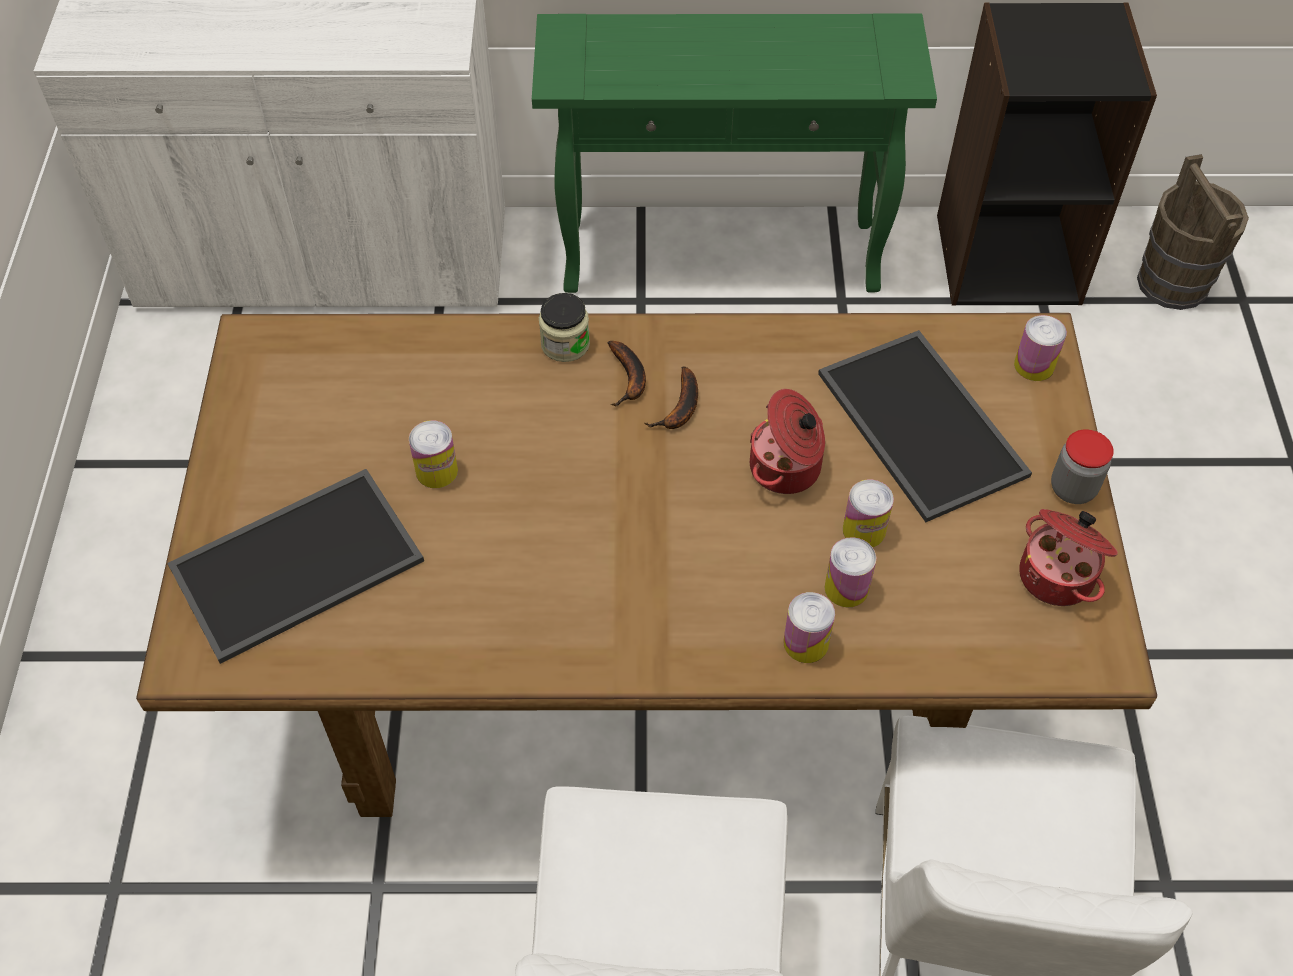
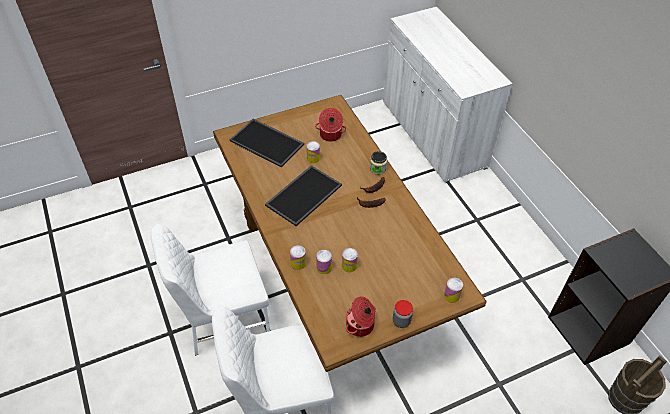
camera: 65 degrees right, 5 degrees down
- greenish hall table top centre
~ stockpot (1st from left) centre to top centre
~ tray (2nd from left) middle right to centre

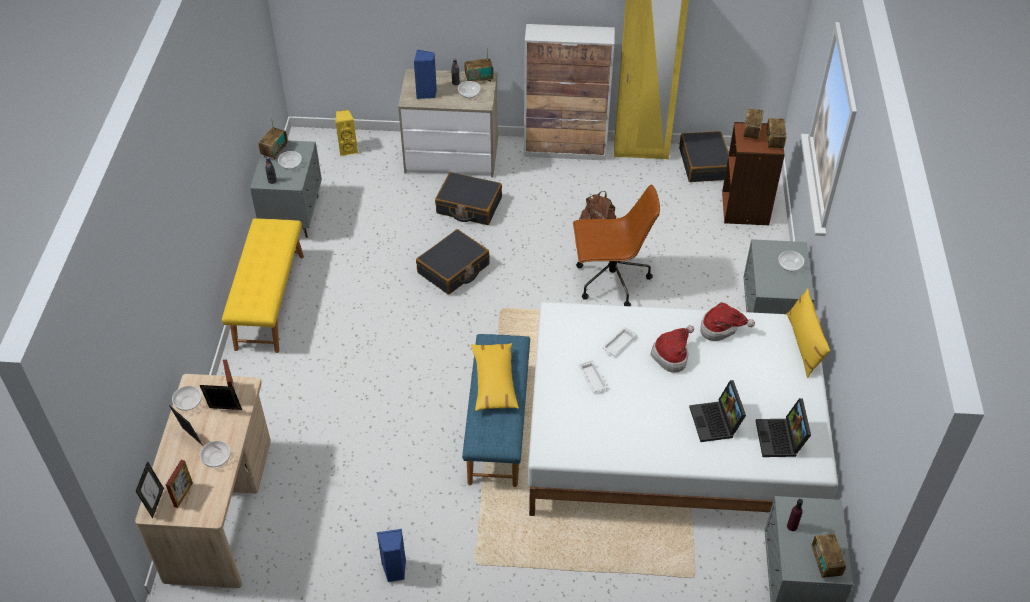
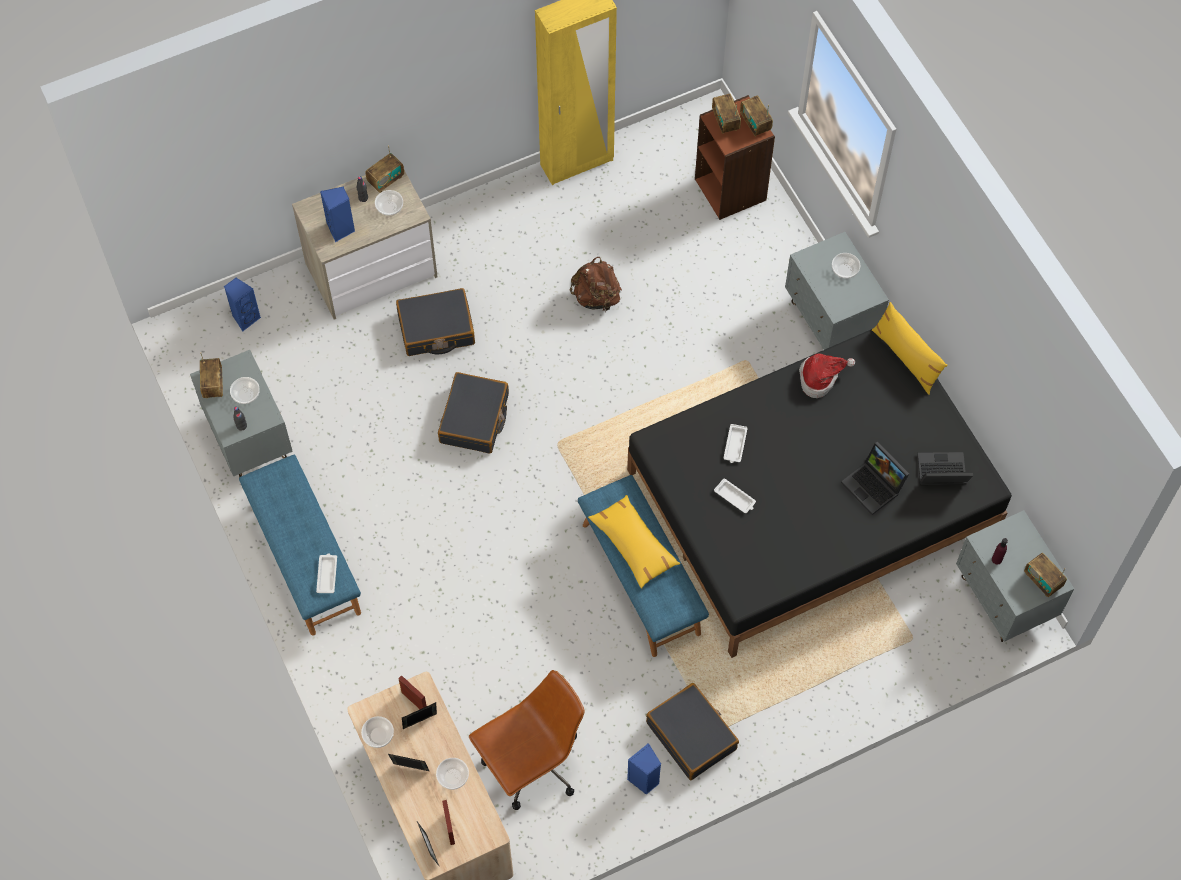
camera: 30 degrees left, 15 degrees up
- storage cabinet top centre
- clothing hat (1st from left) centre
+ white-coloured tray (1st from left) middle left
~ brownish desk chair centre to bottom centre
~ black-coloured piece of luggage (3rd from left) top right to bottom centre
~ yellow long seat middle left to bluish long seat (1st from left) middle left
~ yellow loudspeaker top centre to bluish loudspeaker (1st from left) middle left
~ white-coloured sleeping bed bottom centre to black-coloured sleeping bed middle right
~ laptop (2nd from left) bottom right = middle right 120 degrees clockwise

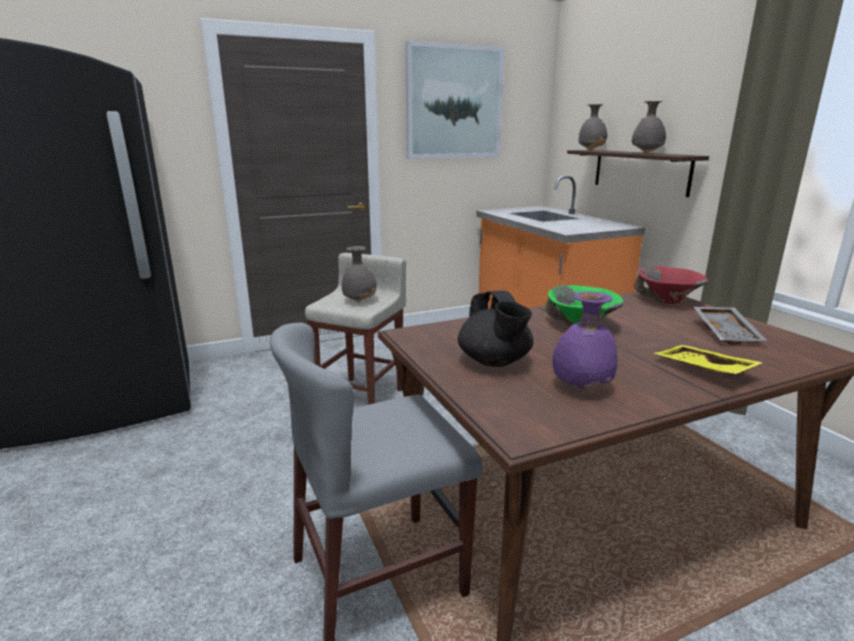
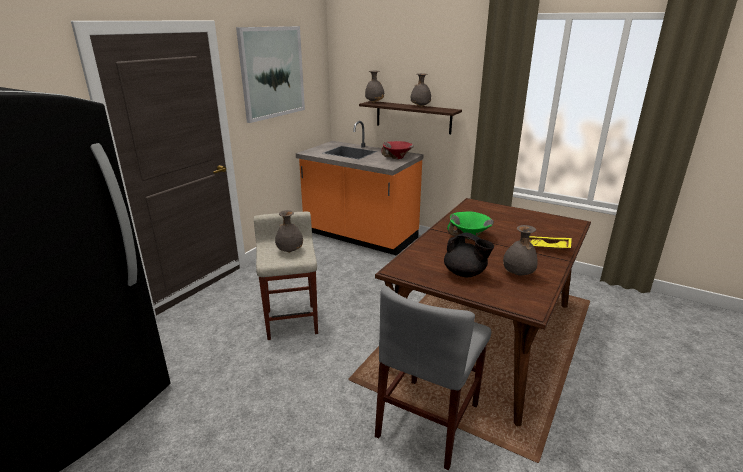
camera: 35 degrees left, 5 degrees up
- grey tray middle right
~ reddish serving bowl middle right to top centre
~ purple flower vase middle right to grey flower vase (4th from left) middle right

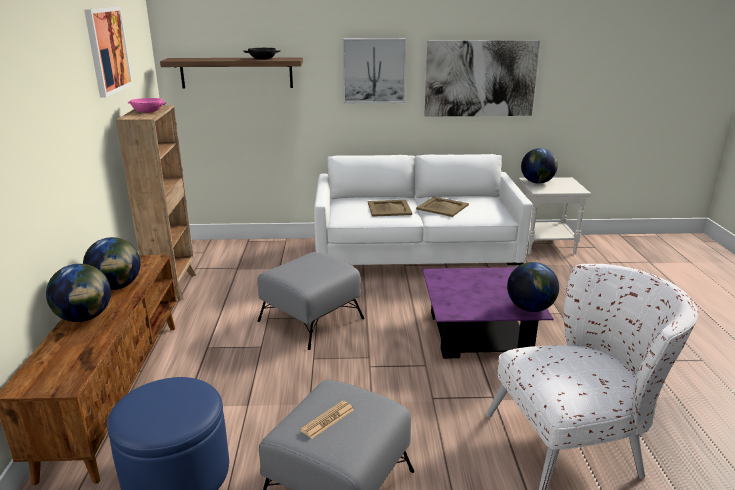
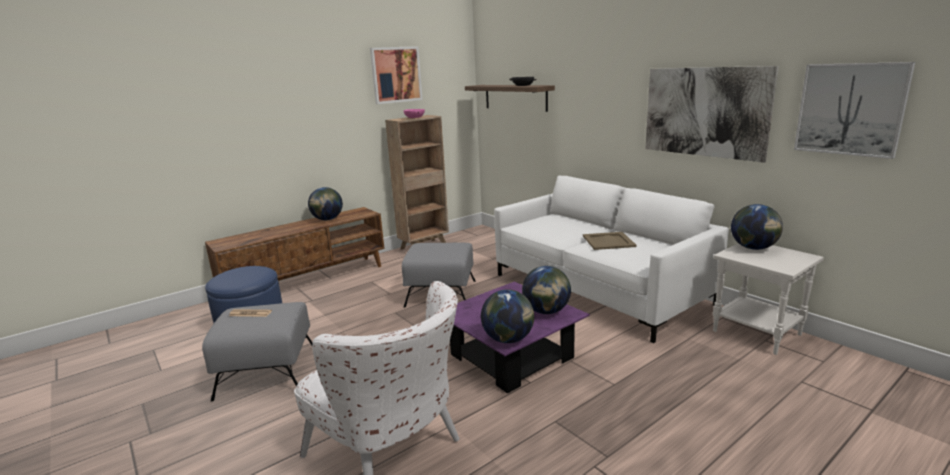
camera: 55 degrees right, 5 degrees down
- beige-coloured tray (1st from left) centre
~ globe (1st from left in the first image) middle left to globe (3rd from left) centre
~ wall picture (2nd from left in the first image) top centre to wall picture (3rd from left) top right

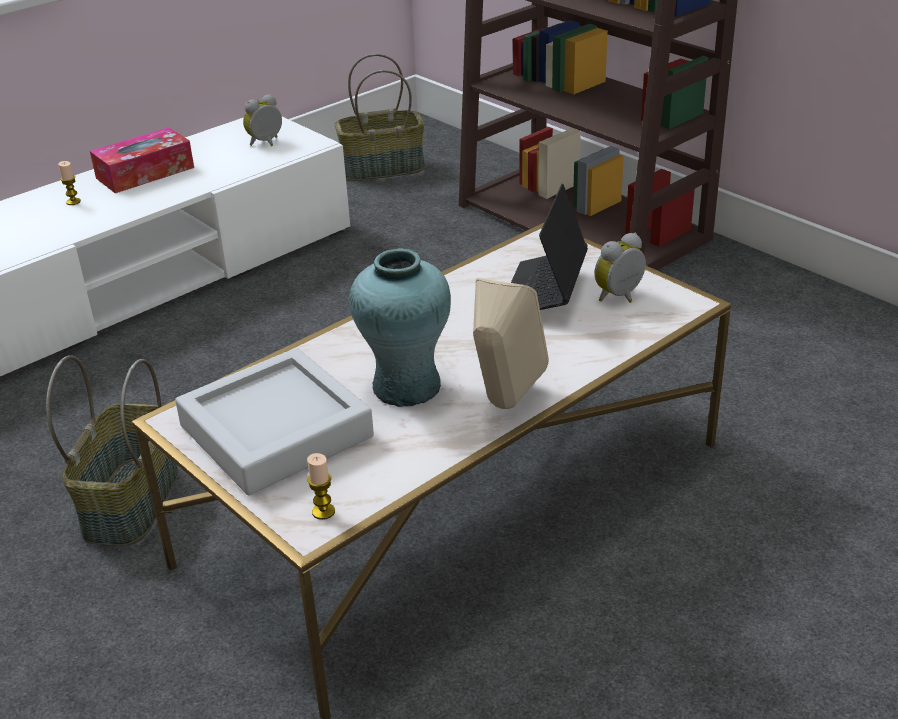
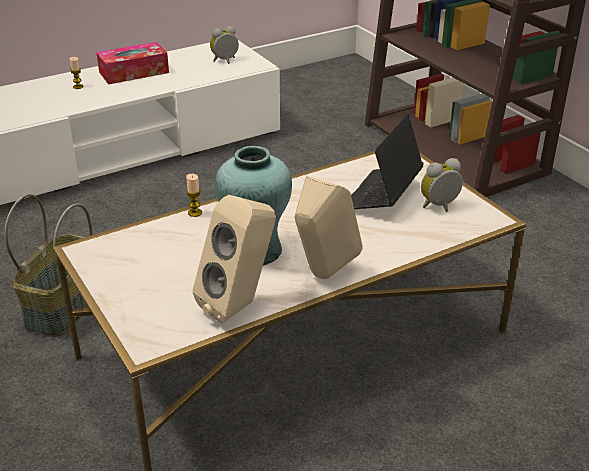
camera: 10 degrees right, 0 degrees up
- grey tray middle left
- household basket (2nd from left) top centre
+ beige-coloured loudspeaker (1st from left) centre
~ wax light (2nd from left) bottom centre to middle left

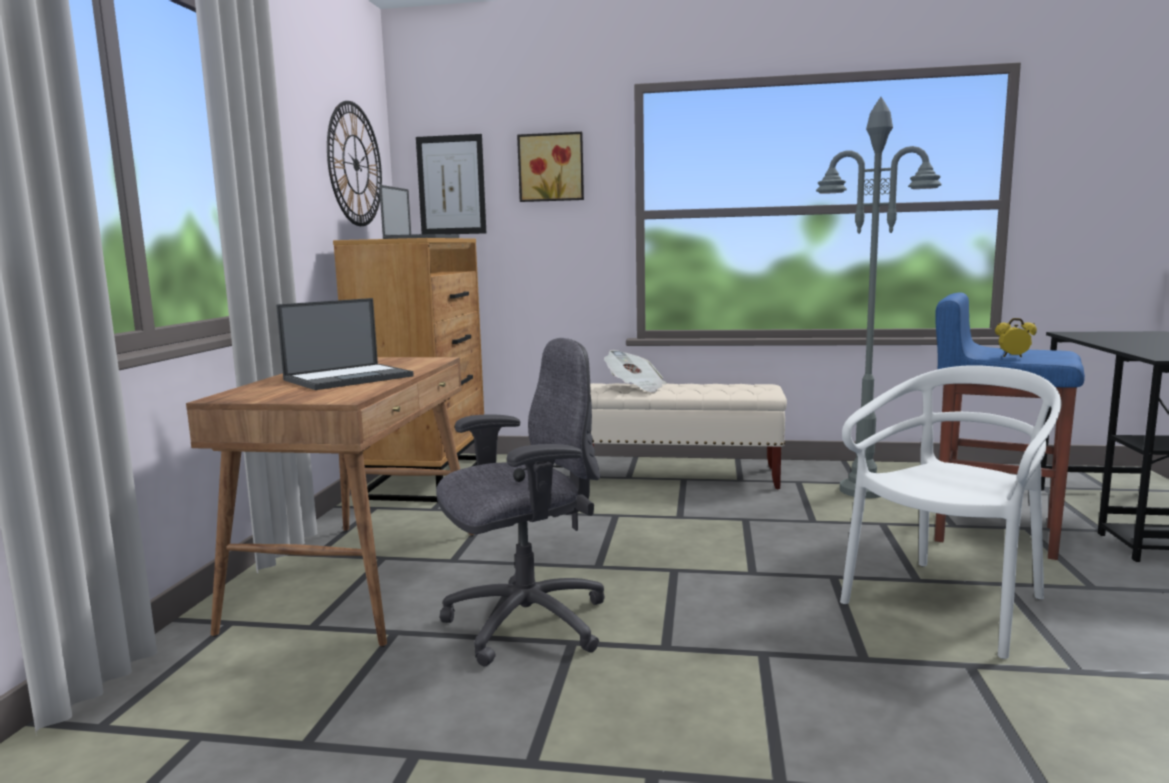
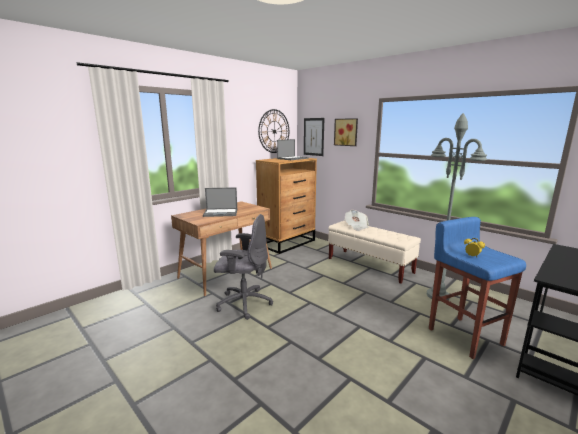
camera: 35 degrees right, 5 degrees up
- white-coloured plain chair middle right

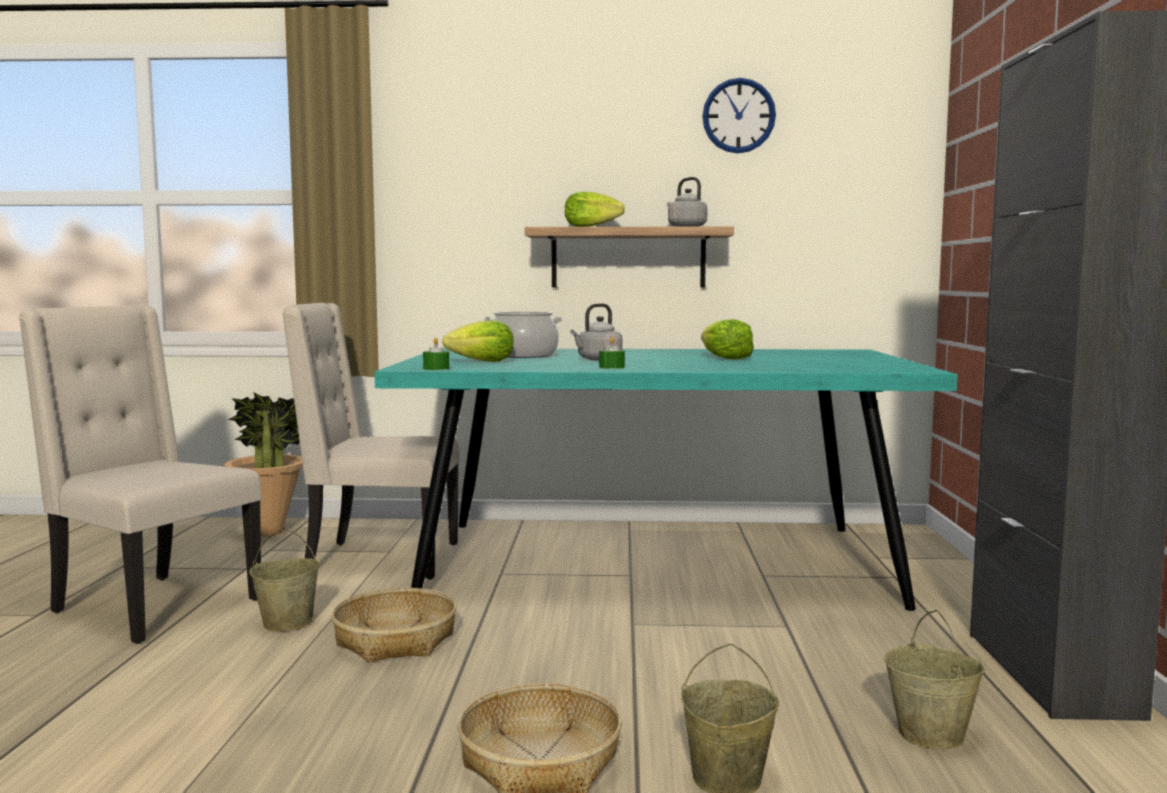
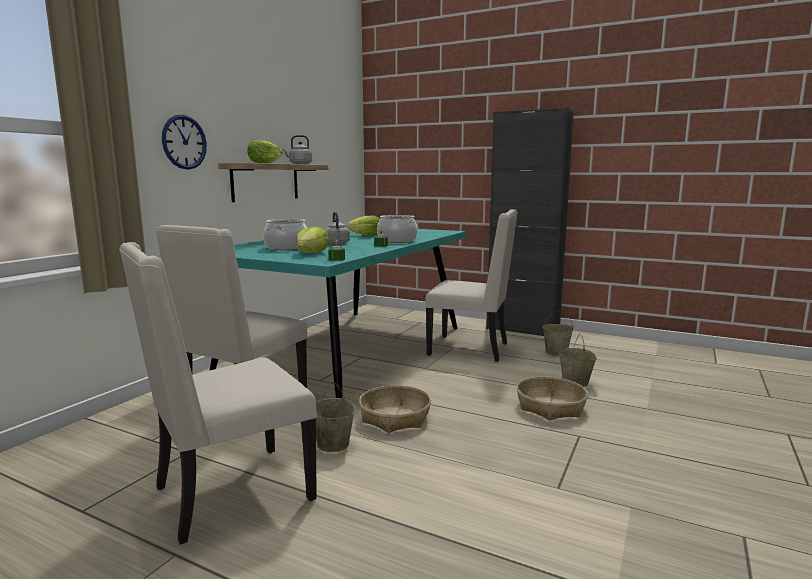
camera: 65 degrees left, 5 degrees up
- potted plant middle left
+ stockpot (2nd from left) centre
+ beige-coloured plain chair (3rd from left) centre
~ wall clock top centre to top left

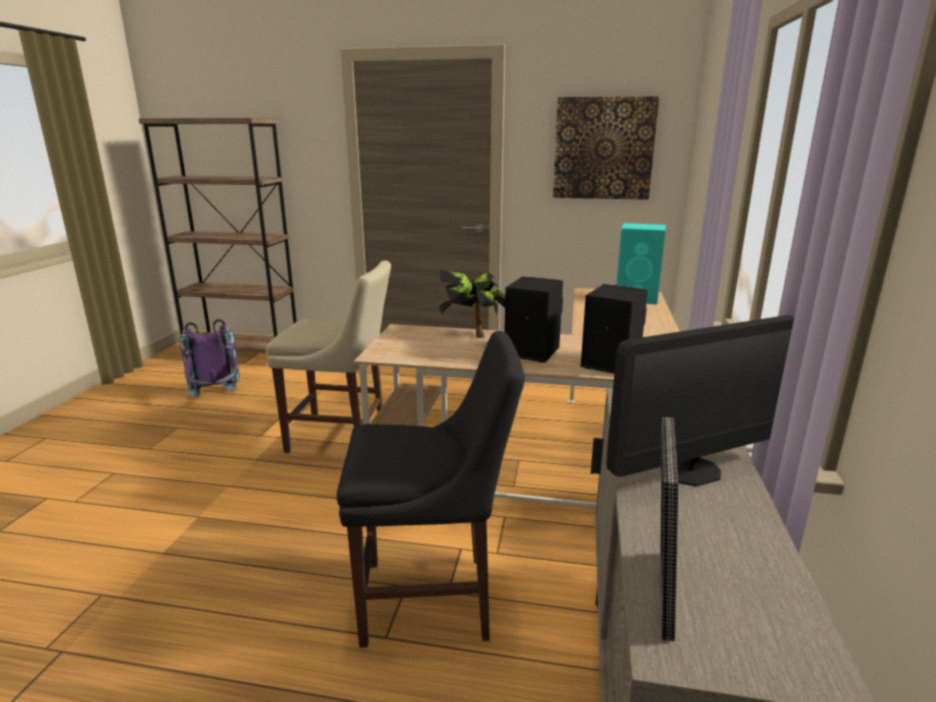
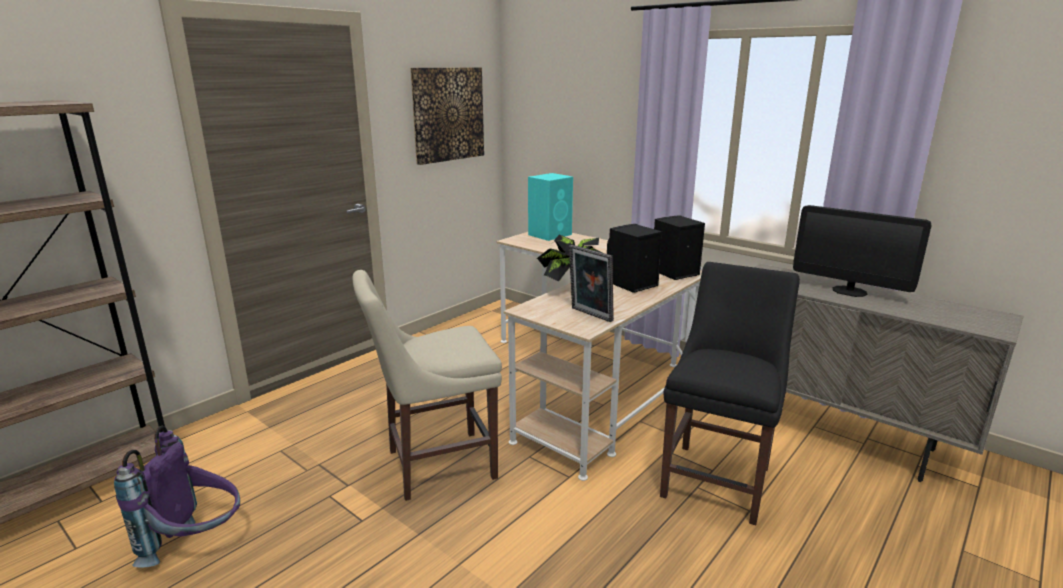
camera: 60 degrees left, 0 degrees up
~ picture frame bottom right to centre
~ beige-coloured plain chair centre = centre 150 degrees counterclockwise
~ computer screen middle right = middle right 120 degrees clockwise

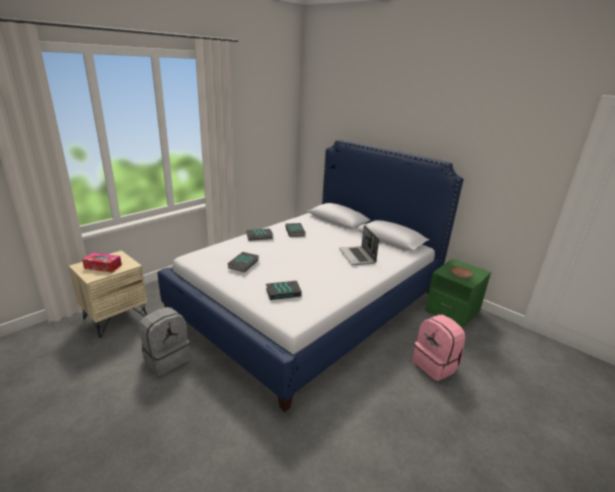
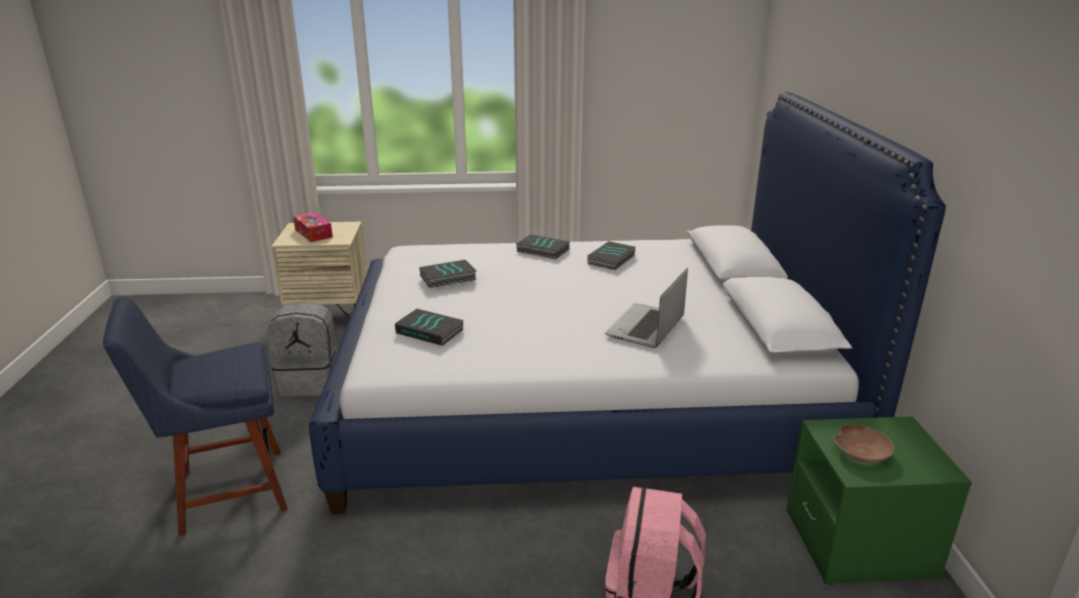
camera: 45 degrees right, 0 degrees up
+ bluish plain chair bottom left

